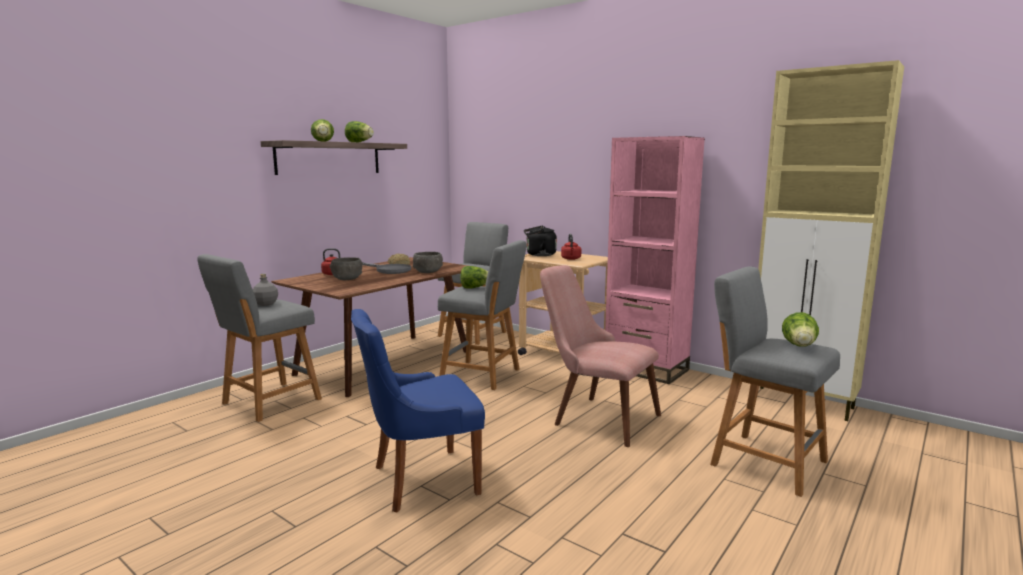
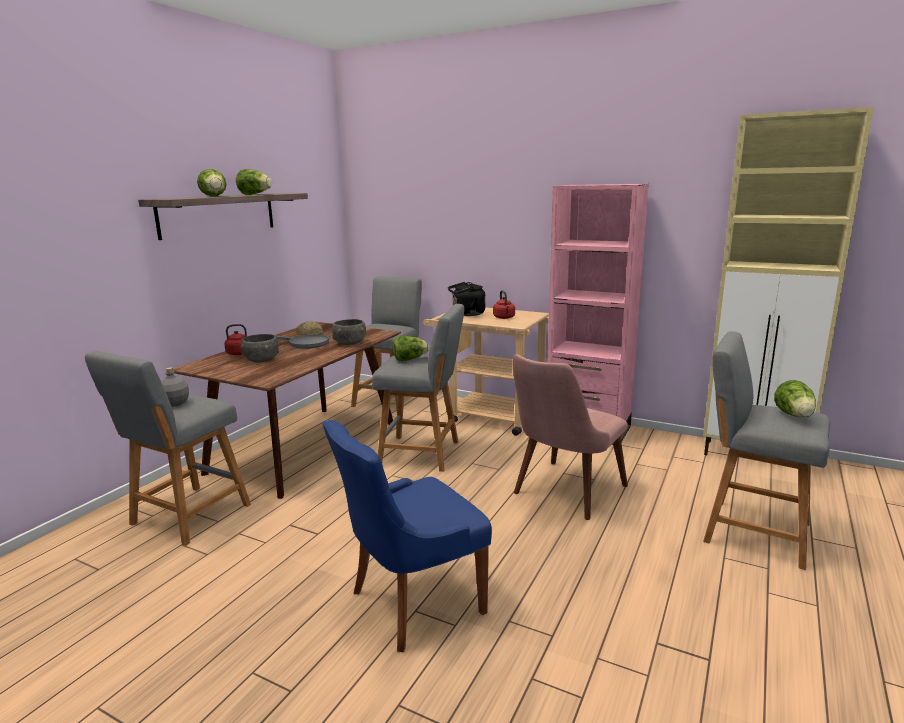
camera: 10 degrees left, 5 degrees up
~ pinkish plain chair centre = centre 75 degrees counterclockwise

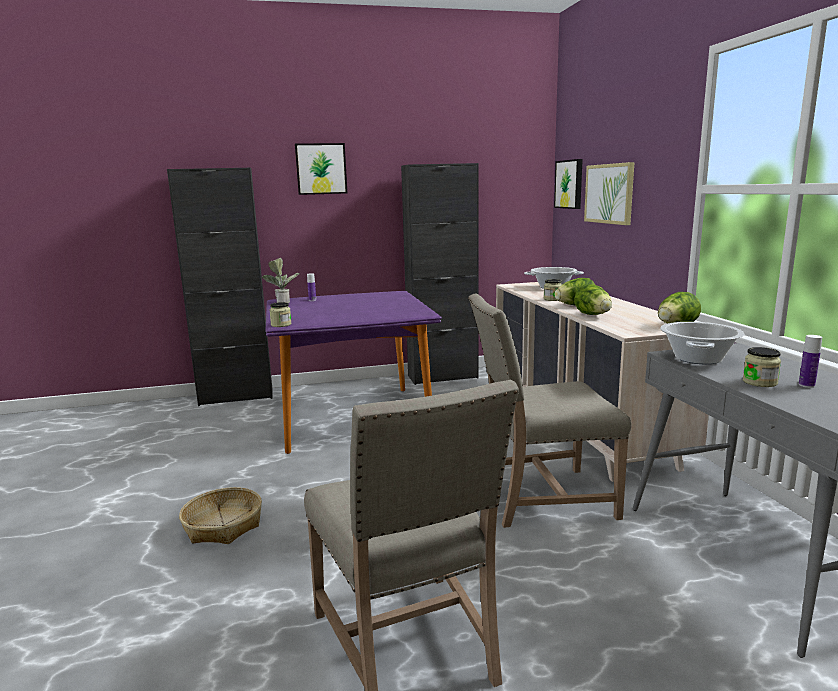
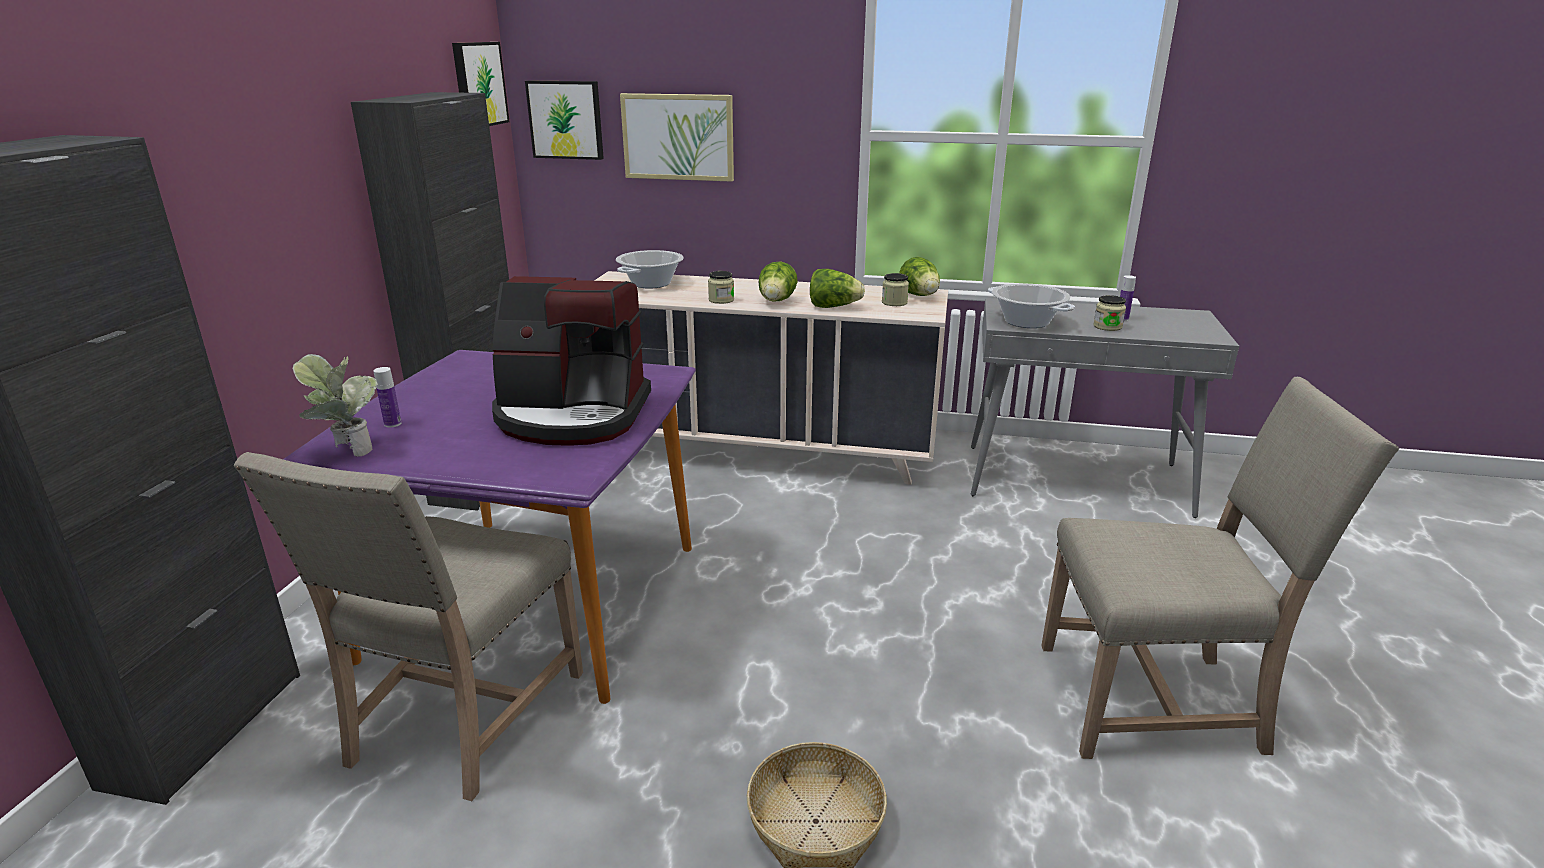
camera: 65 degrees left, 10 degrees up
+ coffee machine centre
~ jar (1st from left in the first image) centre to jar (2nd from left) top centre
~ wall picture (1st from left) top centre to top left
~ beige-coloured plain chair (2nd from left in the first image) centre to beige-coloured plain chair (1st from left) bottom left

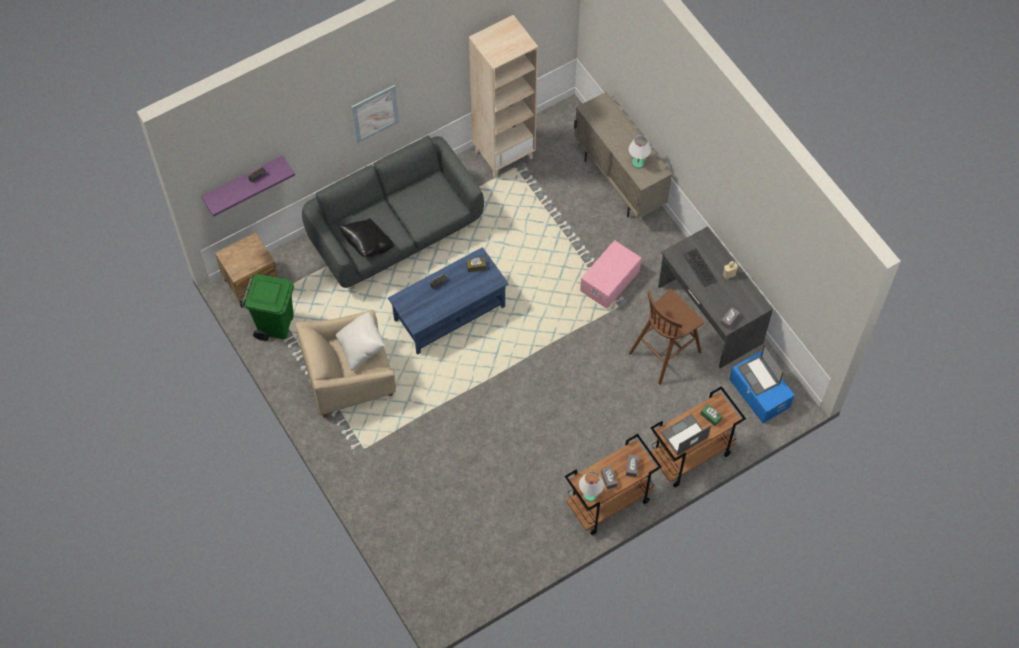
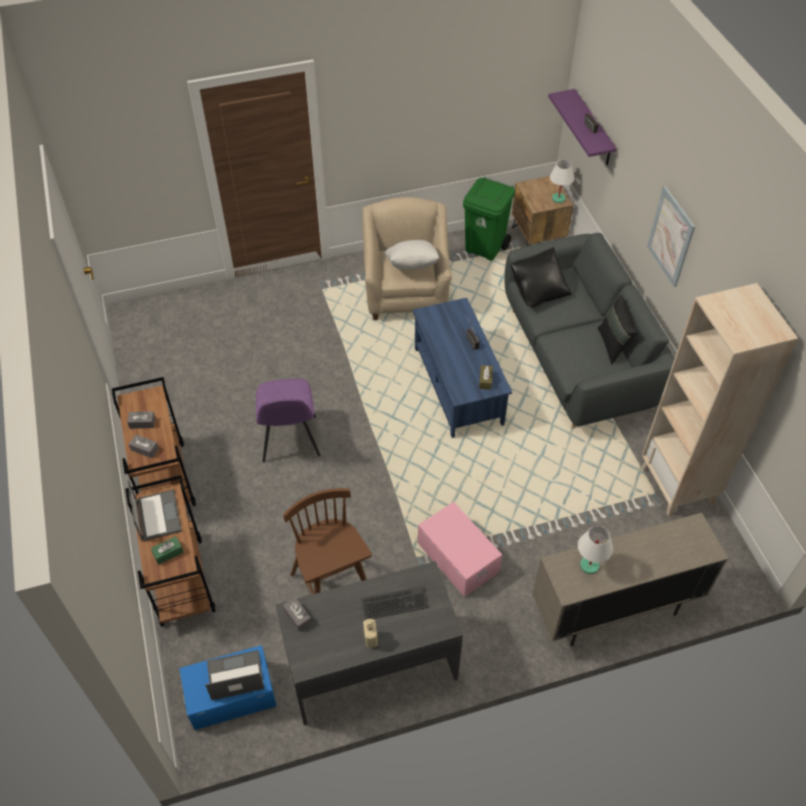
camera: 105 degrees right, 10 degrees down
+ purple plain chair centre
+ black-coloured throw pillow (2nd from left) middle right
~ white-coloured lamp for a table (1st from left) bottom centre to top right

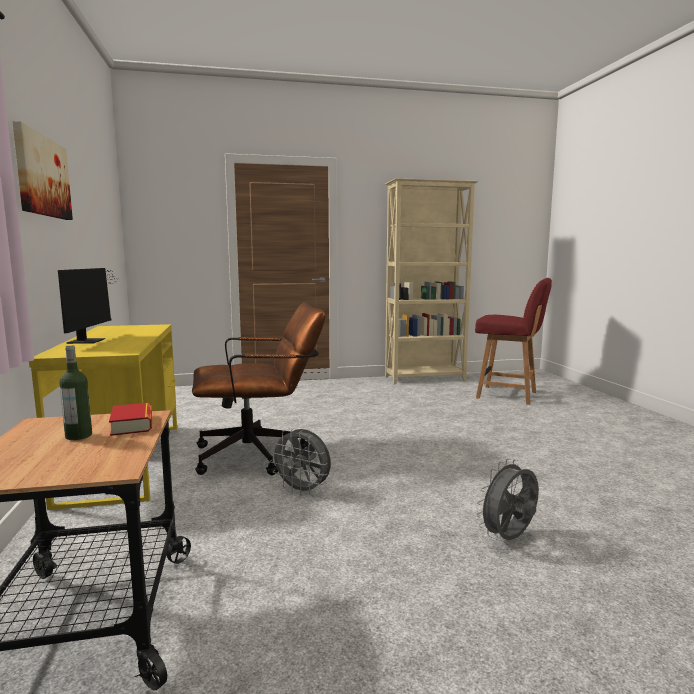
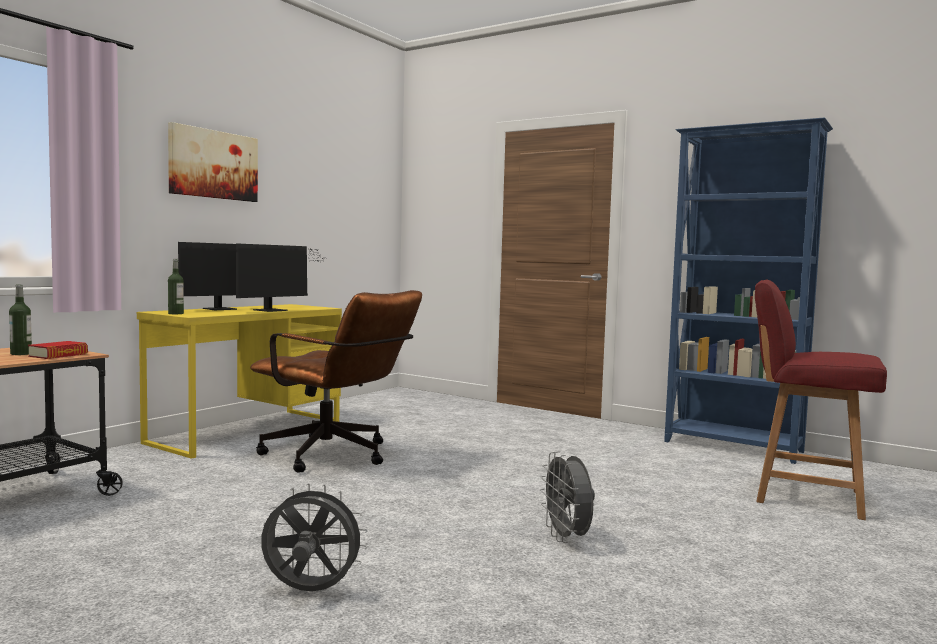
camera: 45 degrees right, 5 degrees down
+ beverage bottle (2nd from left) middle left
+ computer screen (2nd from left) middle left
~ grey fan (1st from left in the first image) centre to grey fan (2nd from left) bottom centre
~ beige-coloured bookcase centre to bluish bookcase middle right
~ reddish plain chair middle right = middle right 135 degrees clockwise

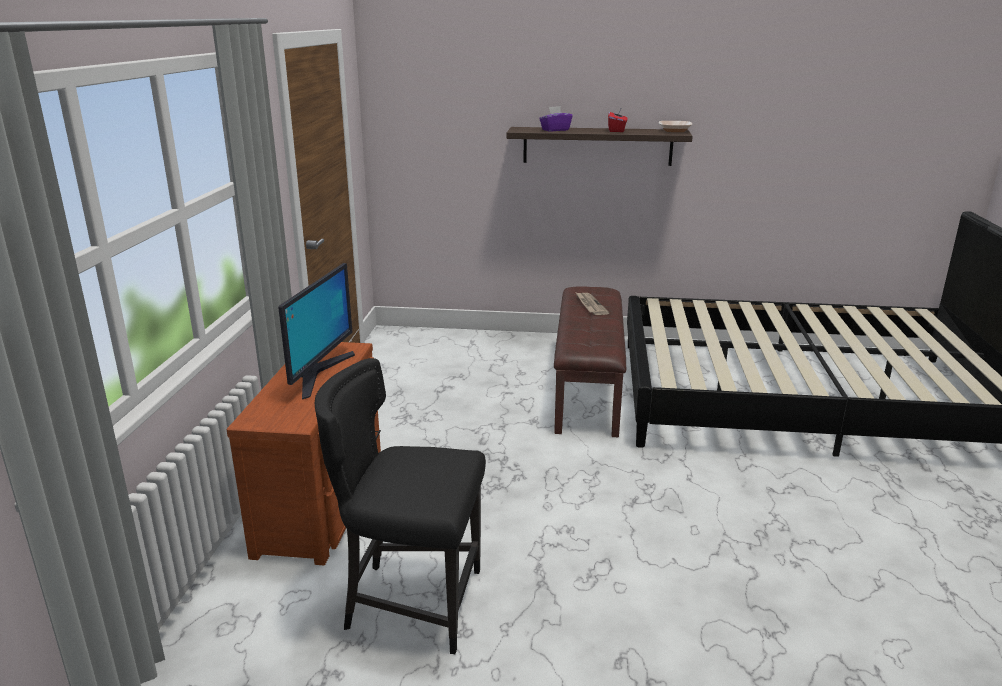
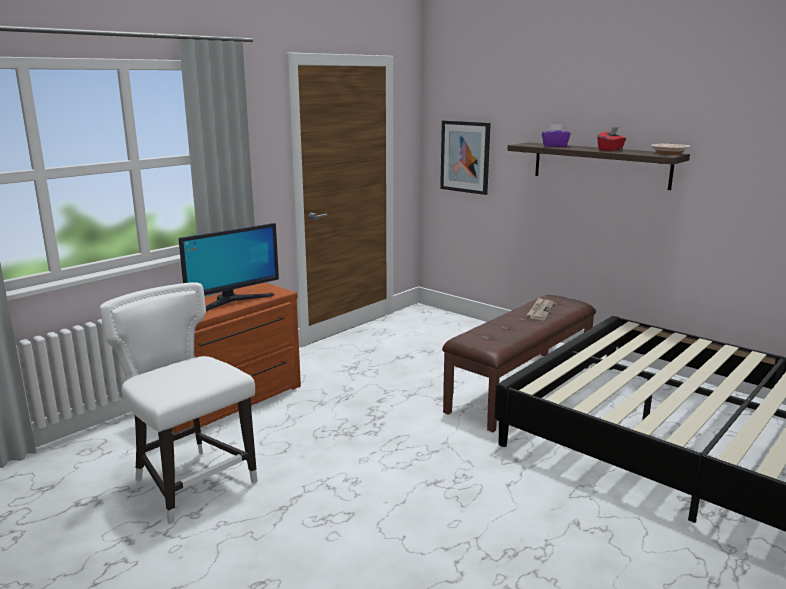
camera: 35 degrees right, 5 degrees down
+ wall picture top centre
~ black-coloured plain chair bottom centre to white-coloured plain chair bottom left

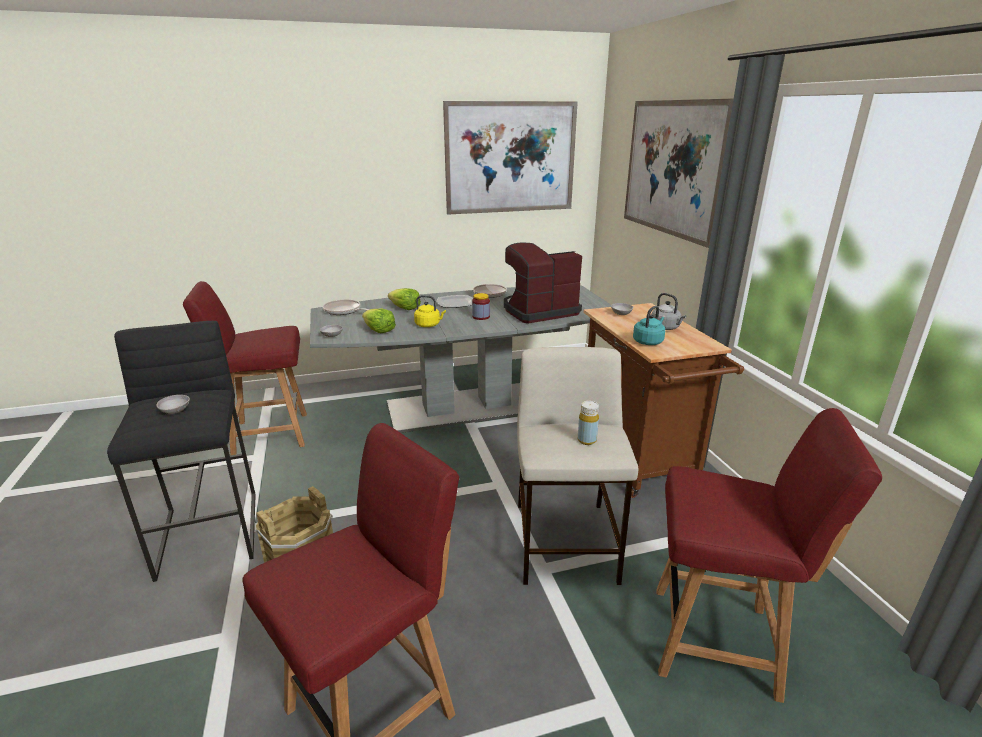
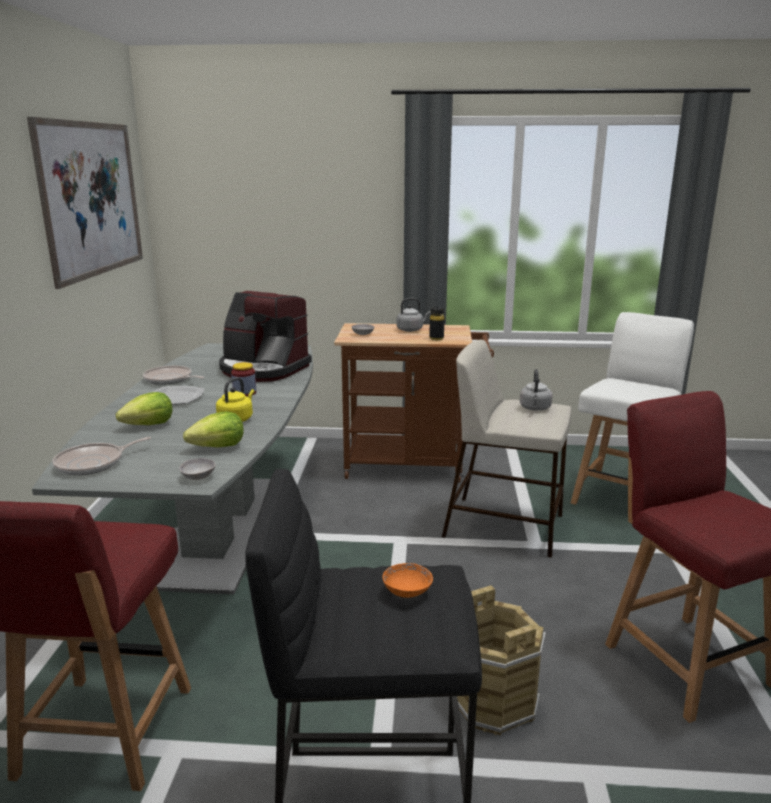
camera: 70 degrees left, 5 degrees down
- wall picture (2nd from left) top right
~ yellow beverage bottle centre to grey tea kettle (2nd from left) middle right
~ turquoise tea kettle centre to black-coloured beverage bottle centre
~ grey serving bowl (1st from left) middle left to orange-coloured serving bowl bottom centre
~ reddish plain chair (3rd from left) bottom right to white-coloured plain chair middle right
~ coffee machine centre = centre 60 degrees counterclockwise

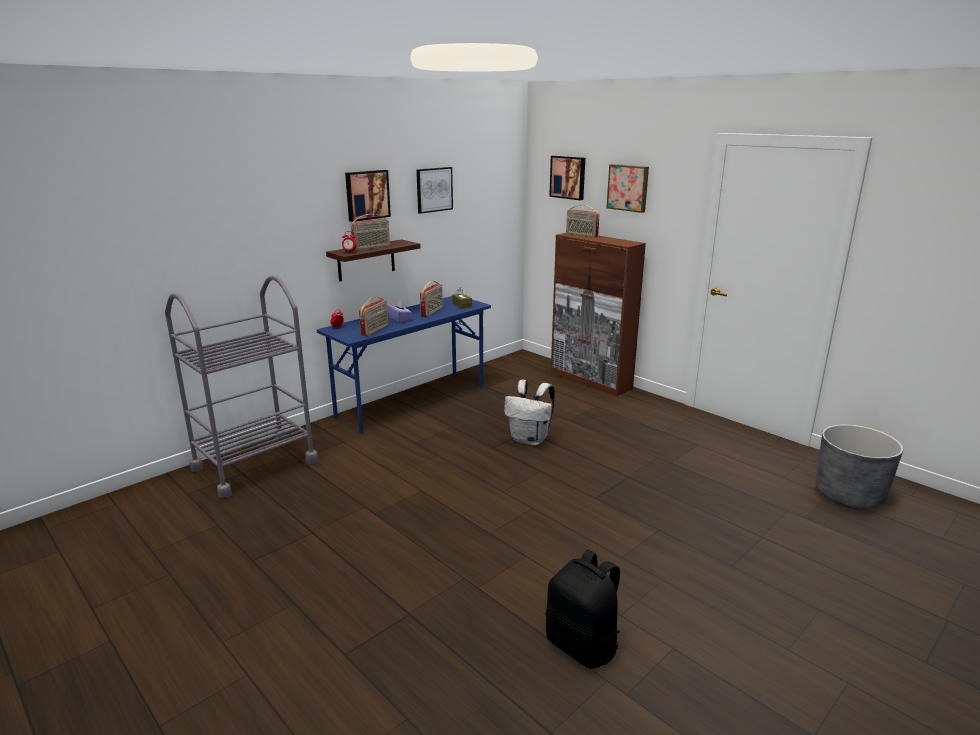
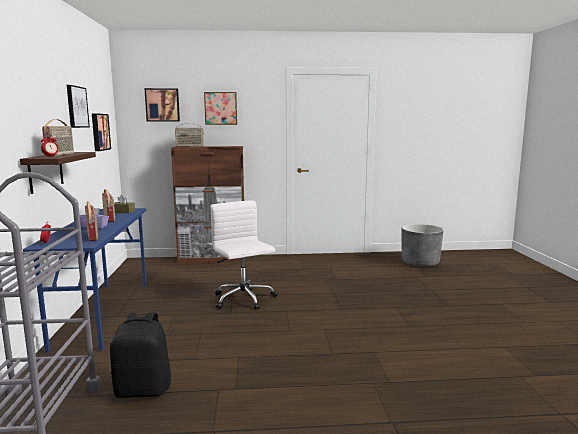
camera: 50 degrees left, 10 degrees down
~ wall picture (1st from left in the first image) top centre to wall picture (2nd from left) top left
~ black-coloured backpack bottom centre to bottom left
~ white-coloured backpack centre to white-coloured desk chair centre

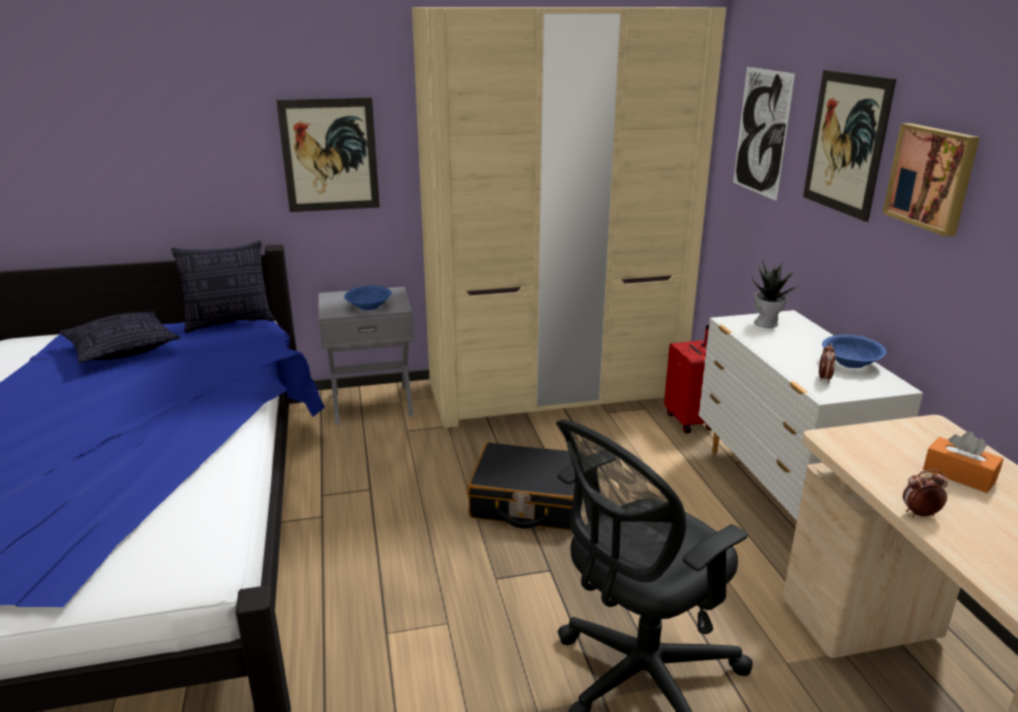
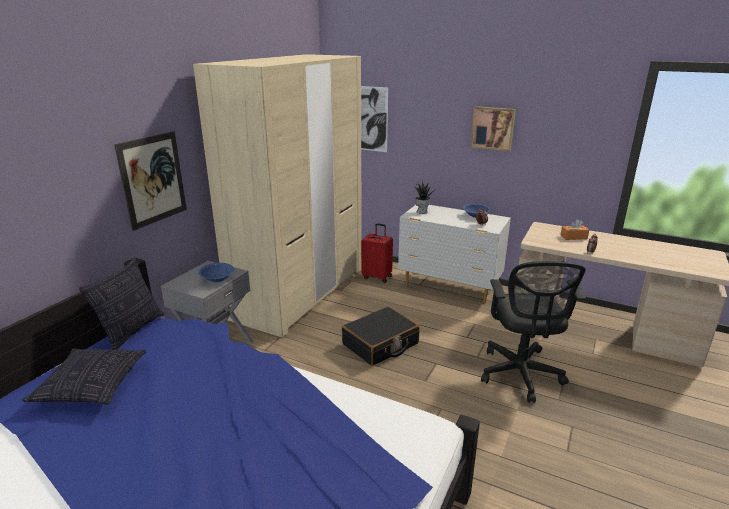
camera: 50 degrees left, 0 degrees up
- wall picture (3rd from left) top right

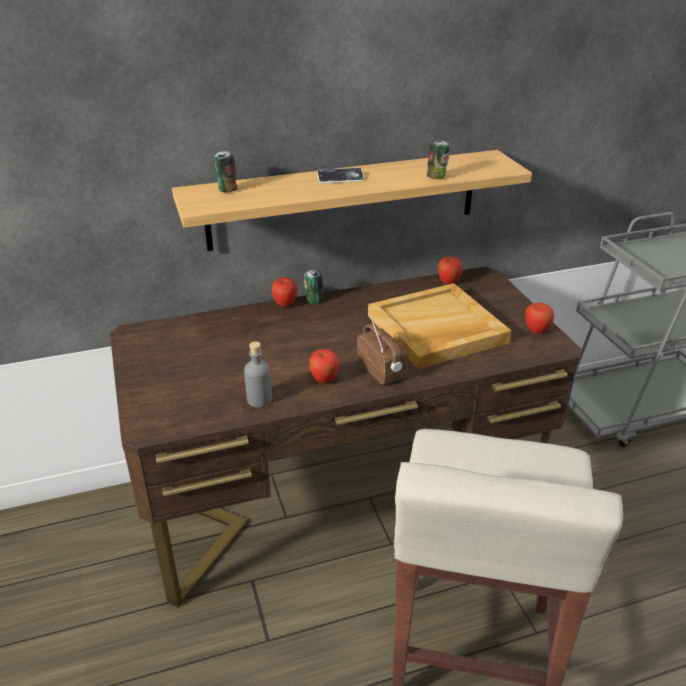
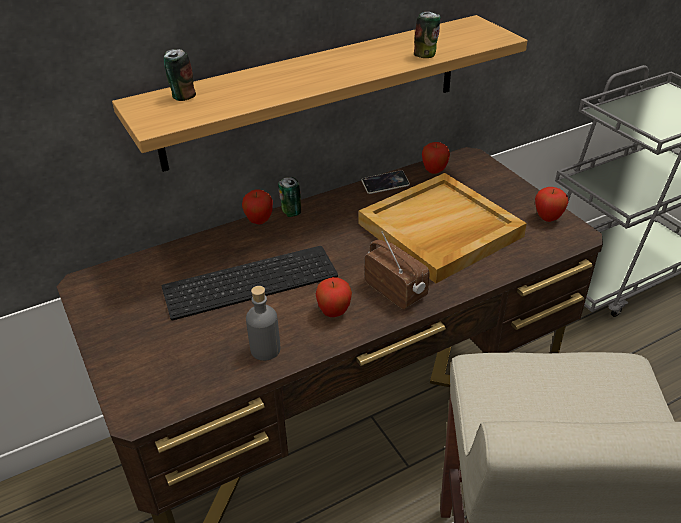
camera: 10 degrees left, 5 degrees up
+ PC keyboard centre
~ handset top centre to centre

